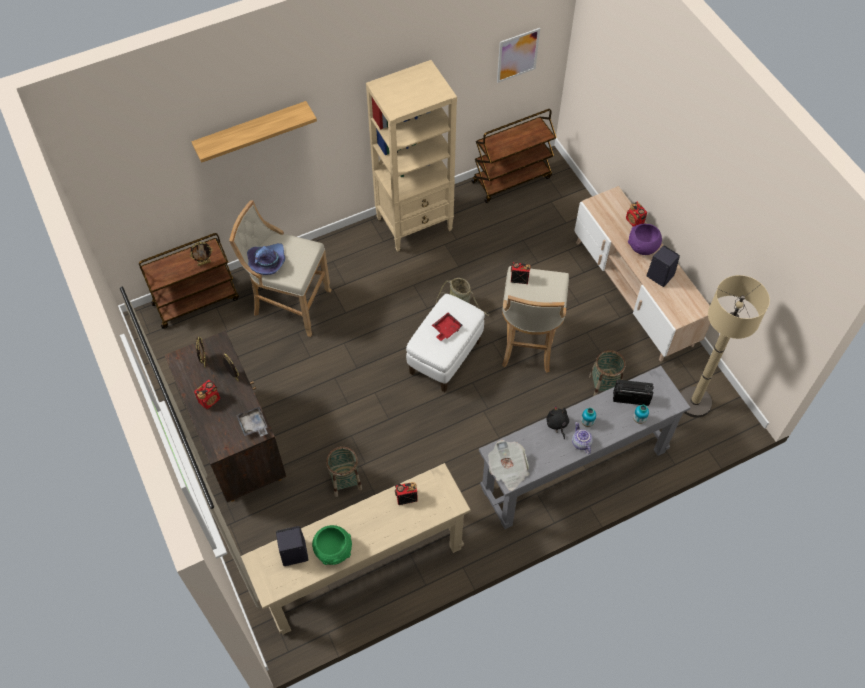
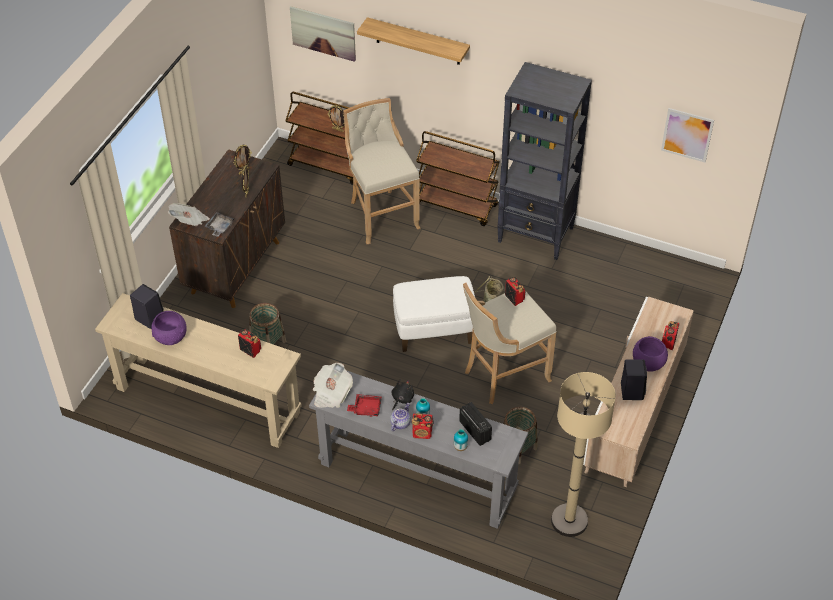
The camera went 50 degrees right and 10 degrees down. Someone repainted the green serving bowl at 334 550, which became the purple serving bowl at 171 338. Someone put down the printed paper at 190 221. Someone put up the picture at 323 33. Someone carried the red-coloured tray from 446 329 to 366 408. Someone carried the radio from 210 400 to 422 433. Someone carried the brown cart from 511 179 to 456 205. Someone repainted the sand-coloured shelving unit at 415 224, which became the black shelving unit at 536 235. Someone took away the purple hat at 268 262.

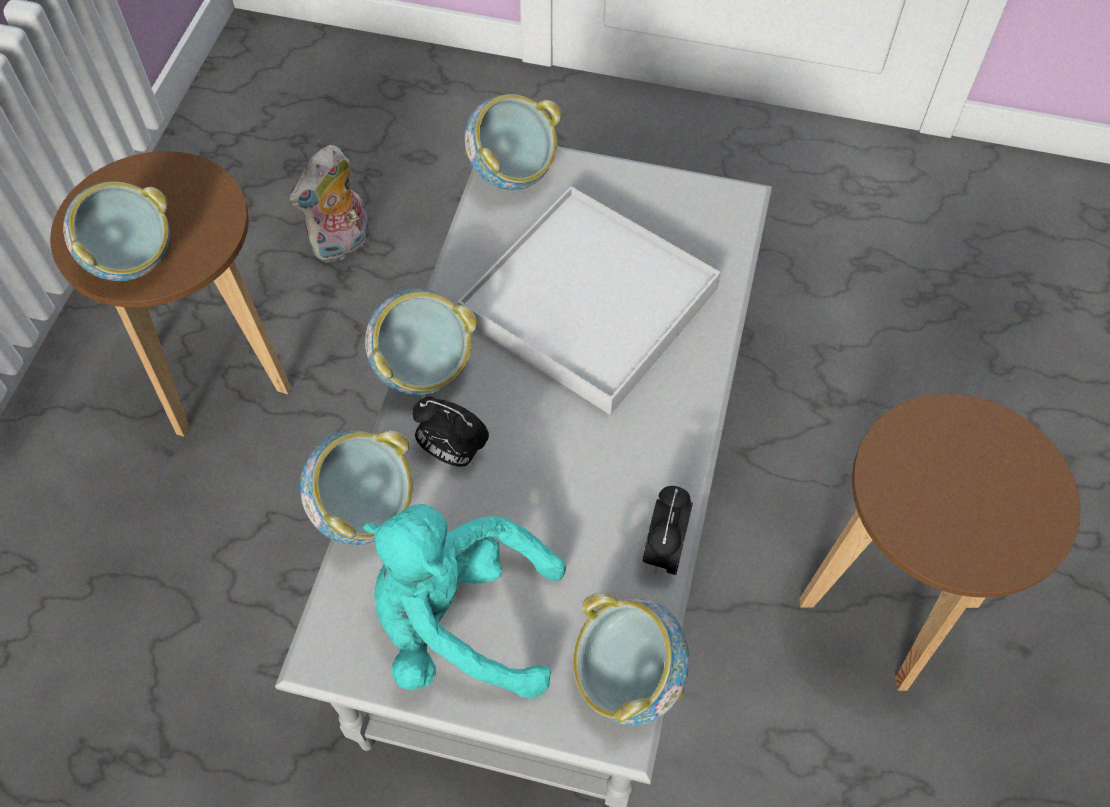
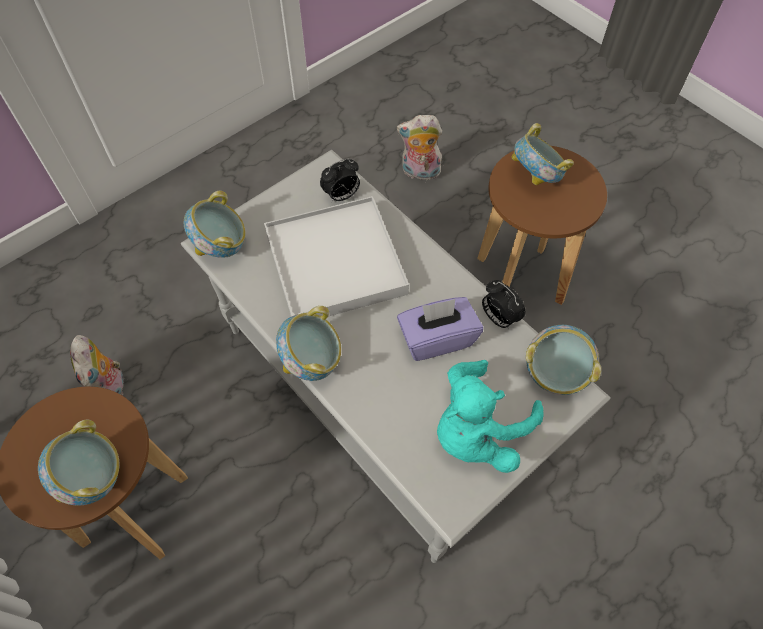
The camera went 55 degrees left and 0 degrees up. Someone carried the table clock from 452 452 to 341 196. Someone put down the cuddly toy at 419 173. Someone put down the purple box of tissues at 436 338. Someone carried the serving bowl from 365 511 to 536 177.

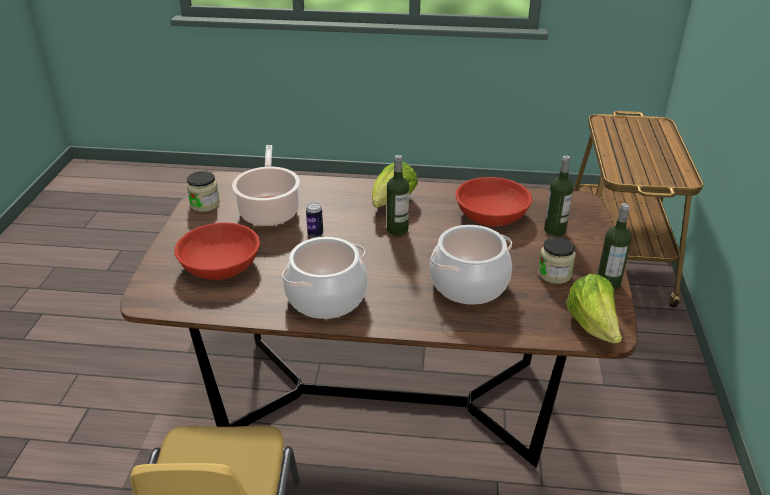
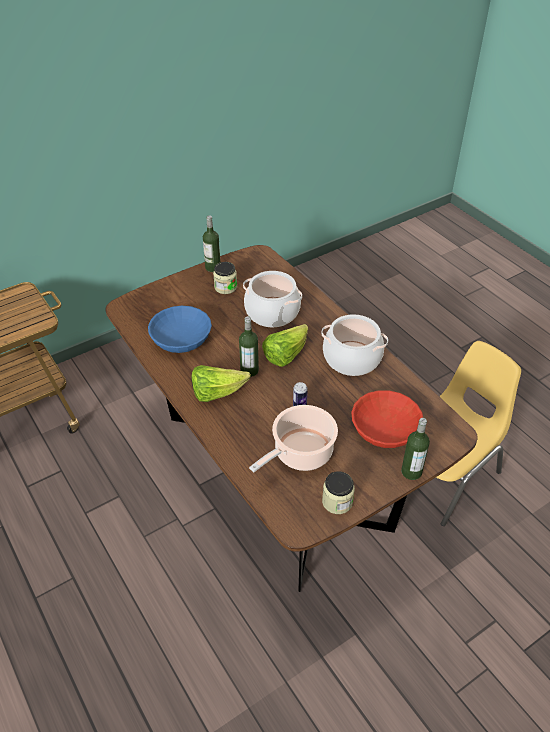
The camera went 130 degrees left and 10 degrees up. Someone repainted the red-coloured serving bowl at 491 213, which became the blue serving bowl at 181 338. Someone carried the lettuce head from 593 326 to 285 355. Someone carried the beverage bottle from 555 230 to 411 472.

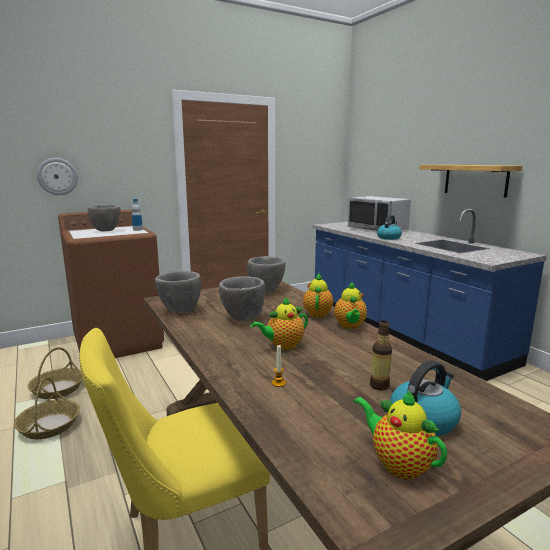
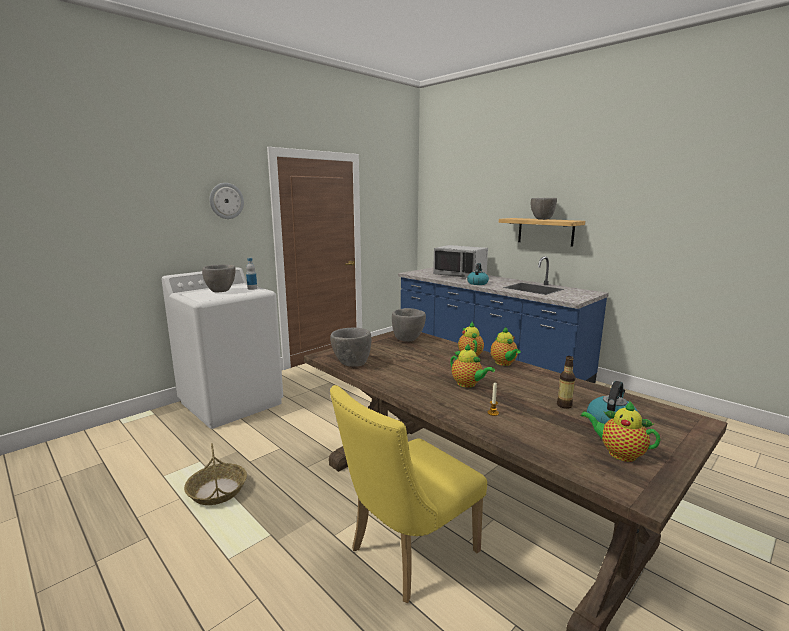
The camera went 15 degrees left and 0 degrees up. Someone repainted the brown laundry machine at 119 341, which became the whitish laundry machine at 232 403. Someone carried the wall clock from 57 176 to 226 201. Someone rotated the tea pot at 282 346 by 90 degrees counterclockwise. Someone carried the grey serving bowl from 242 318 to 542 219. Someone took away the household basket at 58 389.

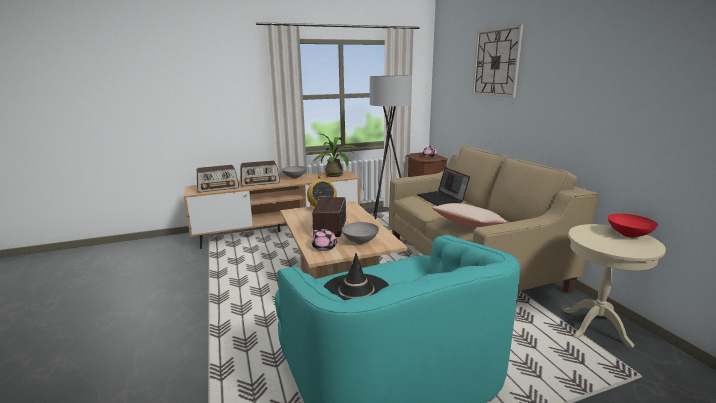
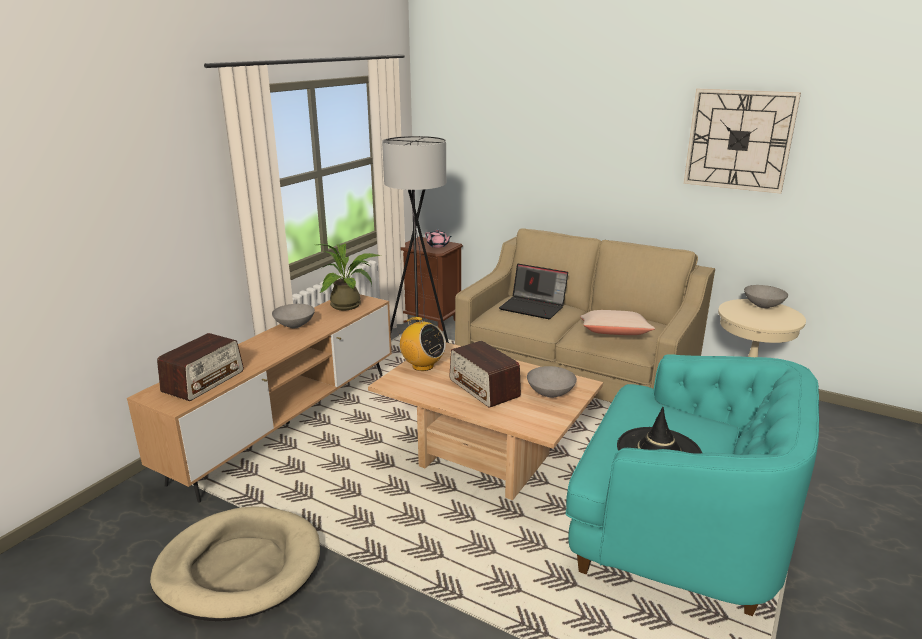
The camera went 40 degrees left and 5 degrees up. Someone put down the sand-coloured pet bed at 239 567. Someone carried the wall clock from 496 62 to 739 140. Someone repainted the red-coloured serving bowl at 628 235, which became the grey serving bowl at 763 306. Someone took away the radio at 260 182. Someone took away the pink-coloured tea pot at 324 247.

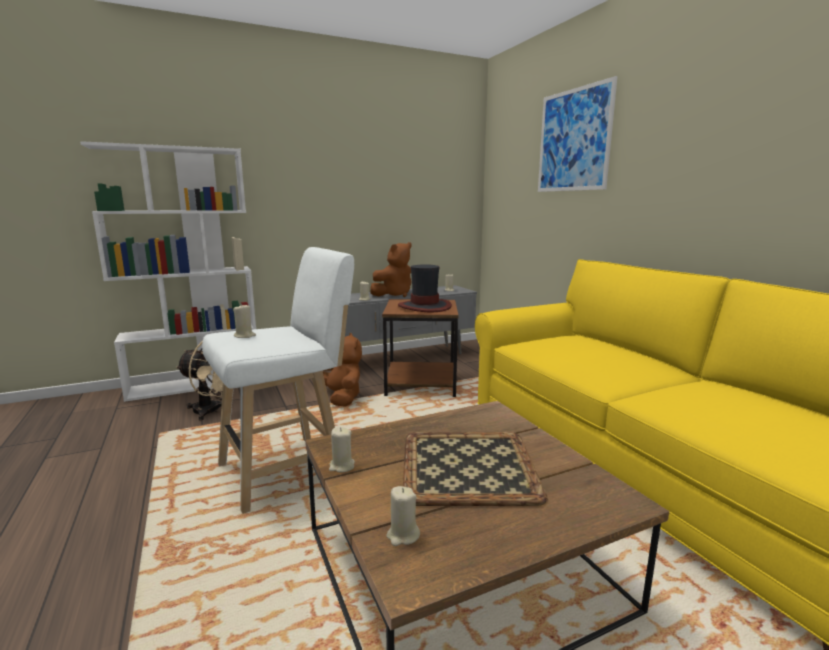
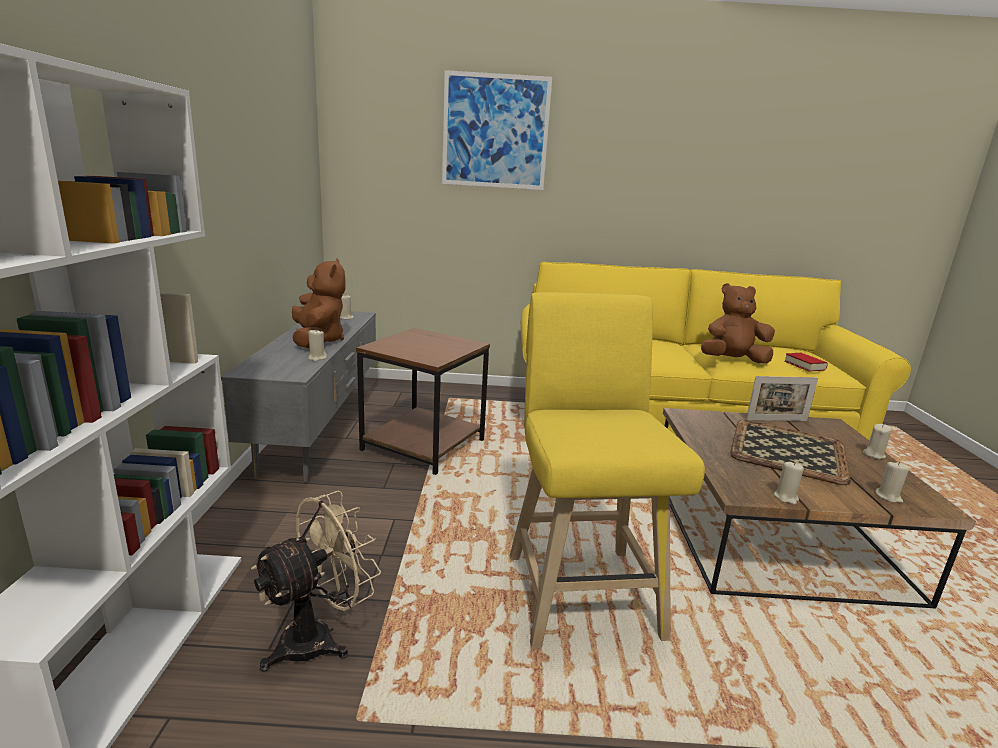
The camera went 65 degrees left and 5 degrees up. Someone repainted the whitish stool seat at 288 469, which became the yellowish stool seat at 580 587. Someone carried the brown cuddly toy from 341 397 to 732 361. Someone put down the picture frame at 776 420. Someone put down the book at 804 365. Someone carried the sand-coloured wax light from 244 336 to 873 454. Someone took away the hat at 425 306.

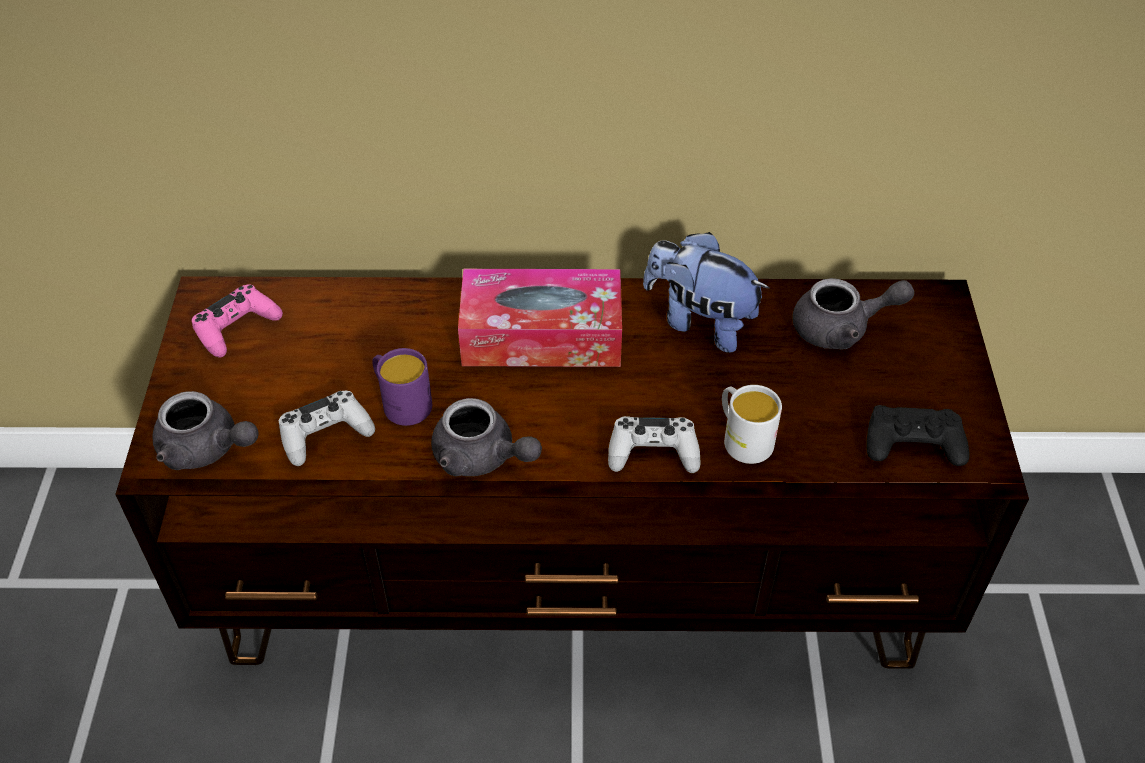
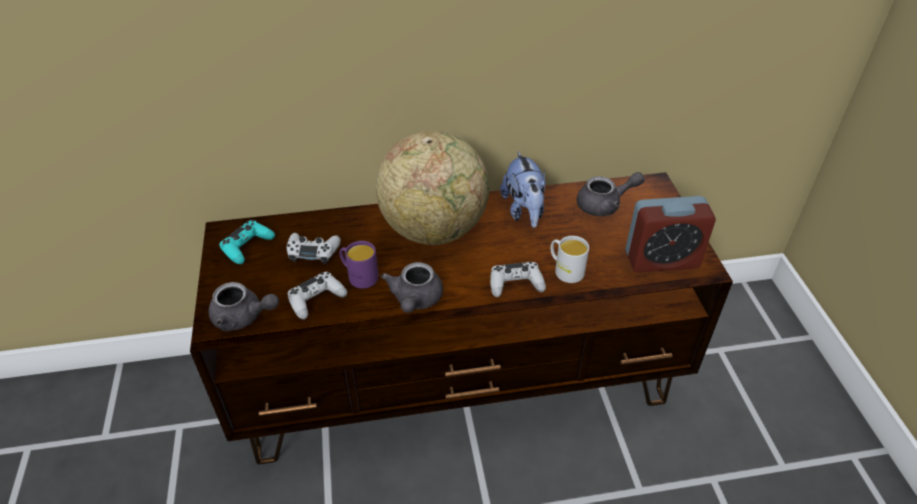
The camera went 10 degrees left and 5 degrees down. Someone repainted the pink-coloured gamepad at 236 327, which became the turquoise-coloured gamepad at 247 246. Someone put down the whitish gamepad at 313 251. Someone swapped the box of tissues at 542 336 for the globe at 434 229. Someone rotated the grey tea pot at 482 457 by 75 degrees clockwise. Someone rotated the cuddly toy at 700 321 by 120 degrees counterclockwise. Someone swapped the black gamepad at 913 442 for the table clock at 661 260.

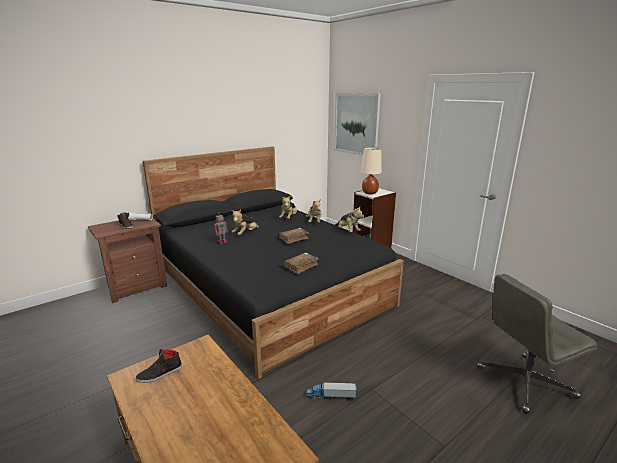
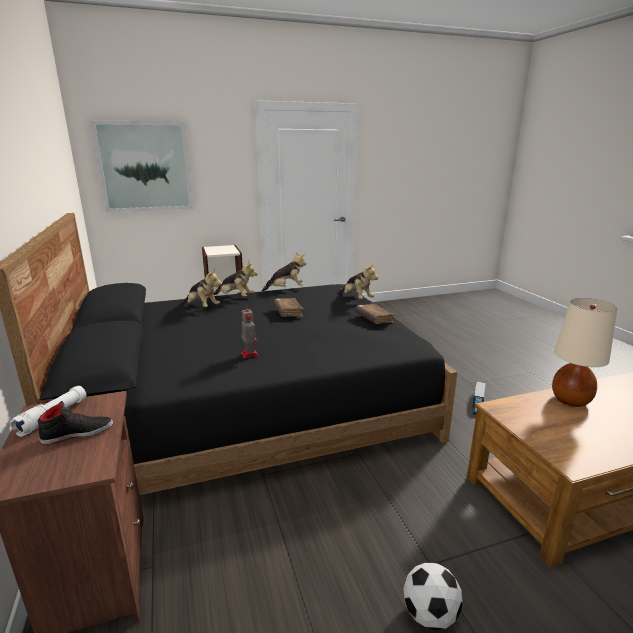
The camera went 70 degrees left and 0 degrees up. Someone carried the cuddly toy from 245 234 to 356 298. Someone put down the football at 429 614. Someone carried the sand-coloured table lamp from 370 193 to 571 400. Someone took away the black shoe at 160 374. Someone took away the grey computer chair at 524 383.

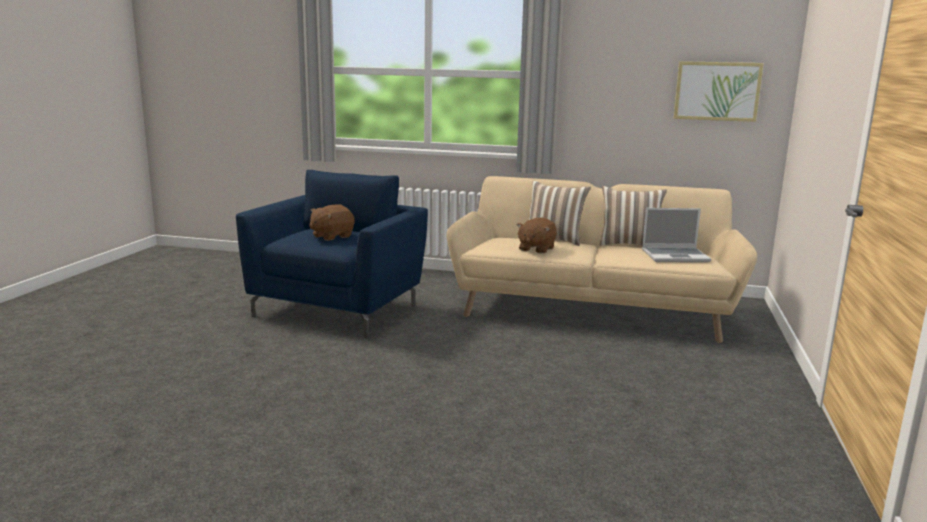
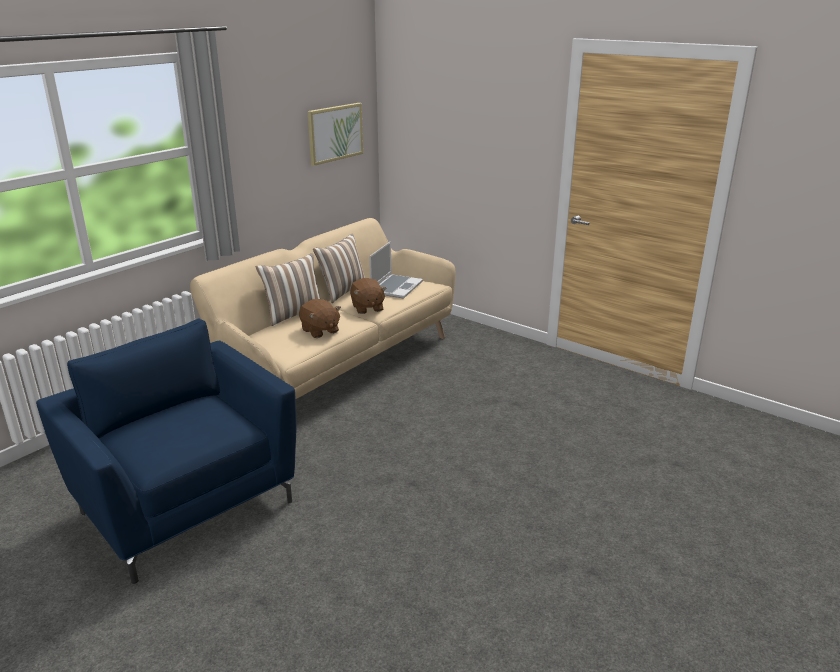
The camera went 65 degrees left and 10 degrees up. Someone carried the brown cuddly toy from 331 236 to 367 308.

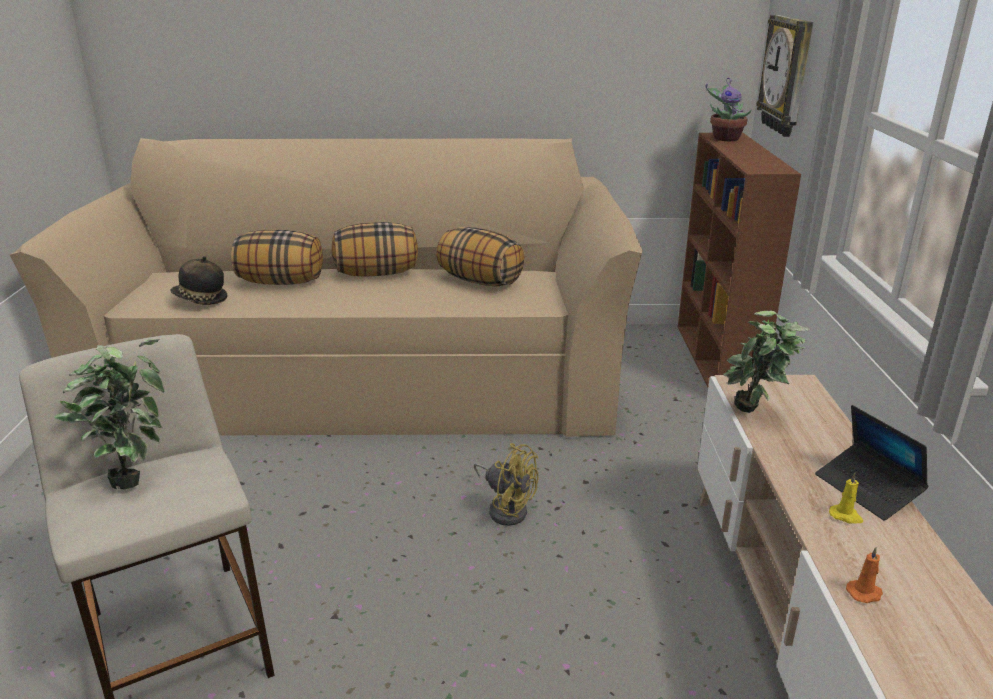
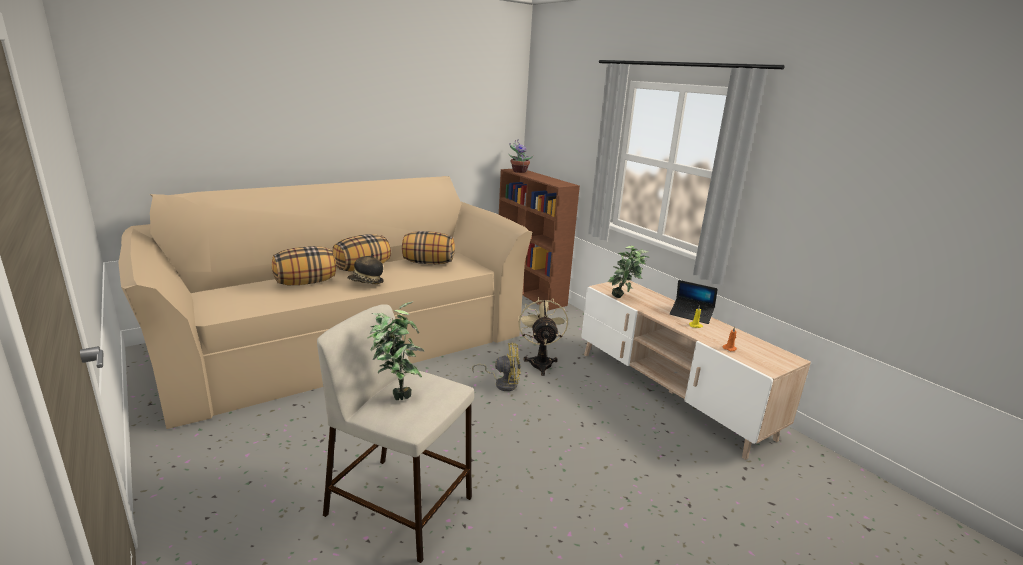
The camera went 35 degrees left and 5 degrees down. Someone carried the hat from 200 300 to 366 283. Someone put down the sand-coloured fan at 540 362. Someone took away the wall clock at 787 75.

